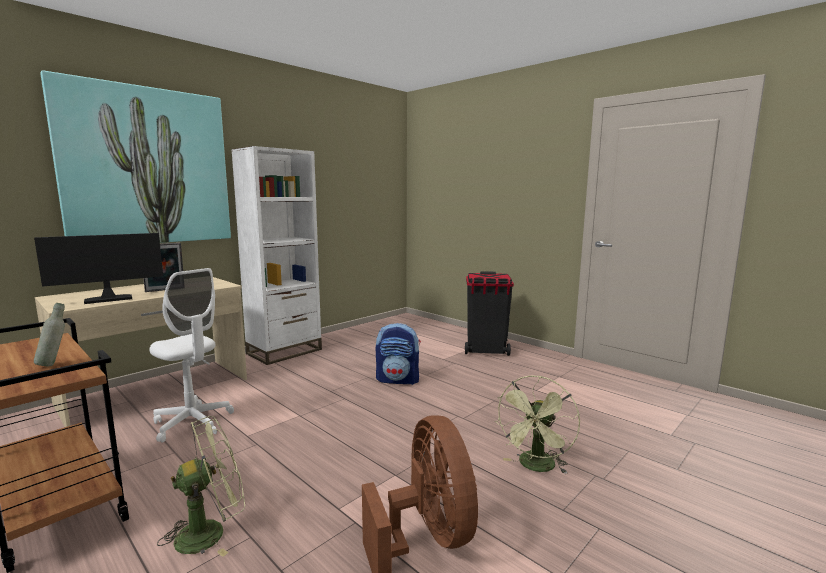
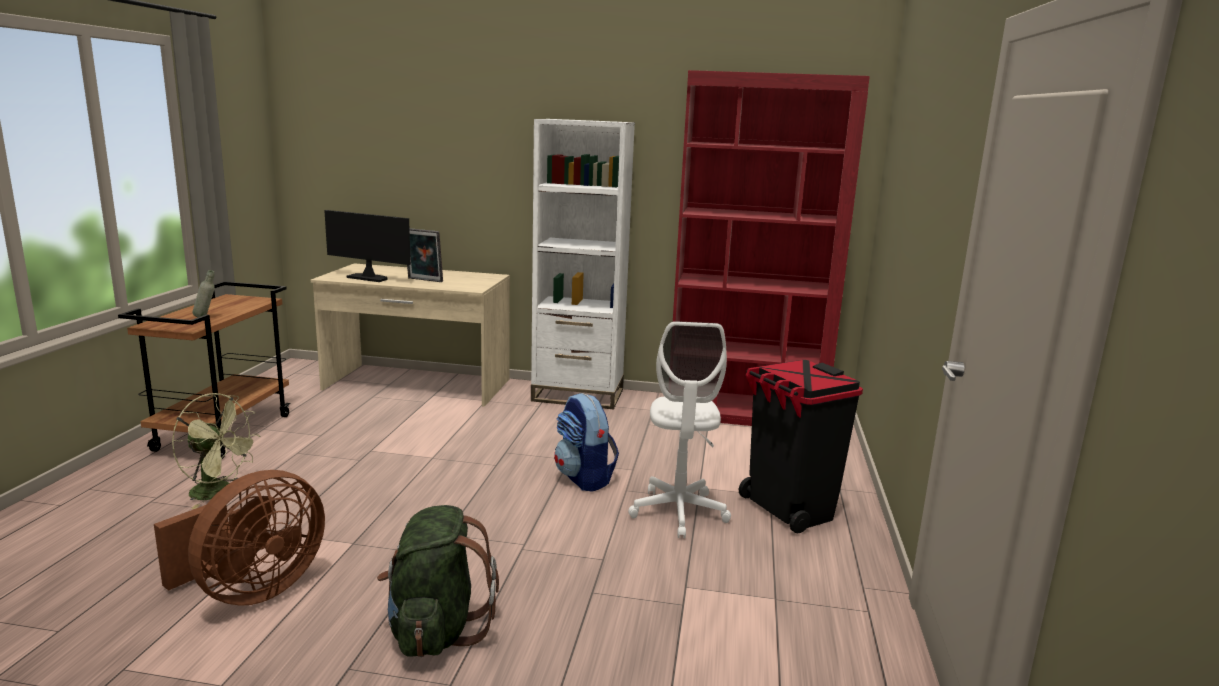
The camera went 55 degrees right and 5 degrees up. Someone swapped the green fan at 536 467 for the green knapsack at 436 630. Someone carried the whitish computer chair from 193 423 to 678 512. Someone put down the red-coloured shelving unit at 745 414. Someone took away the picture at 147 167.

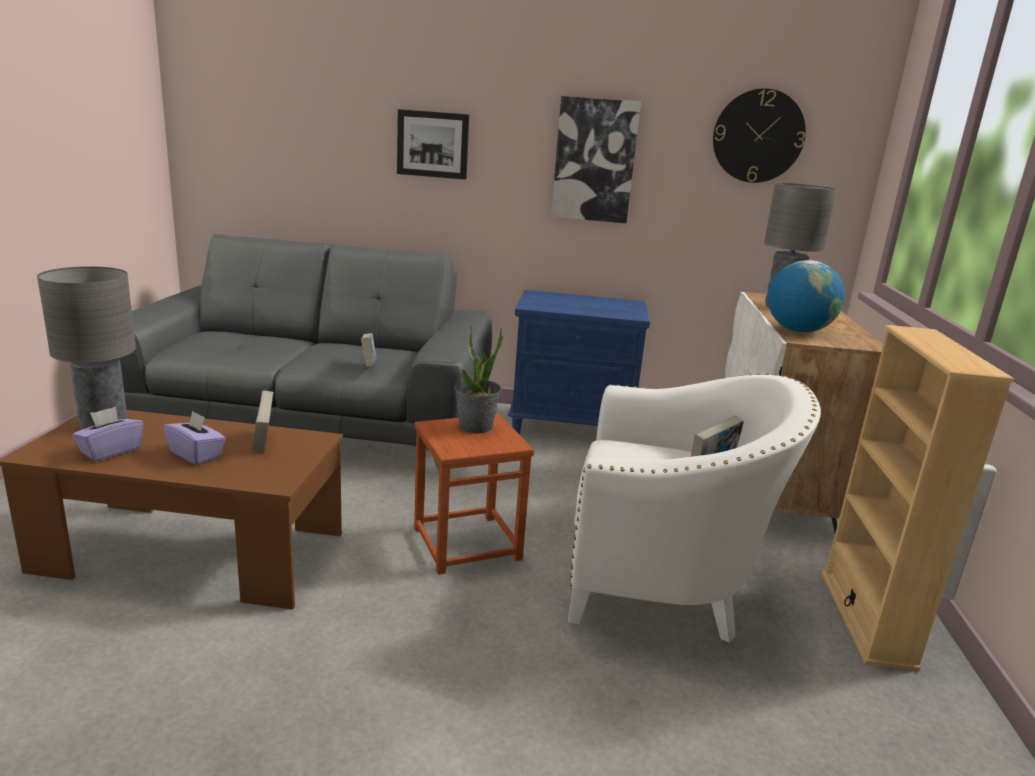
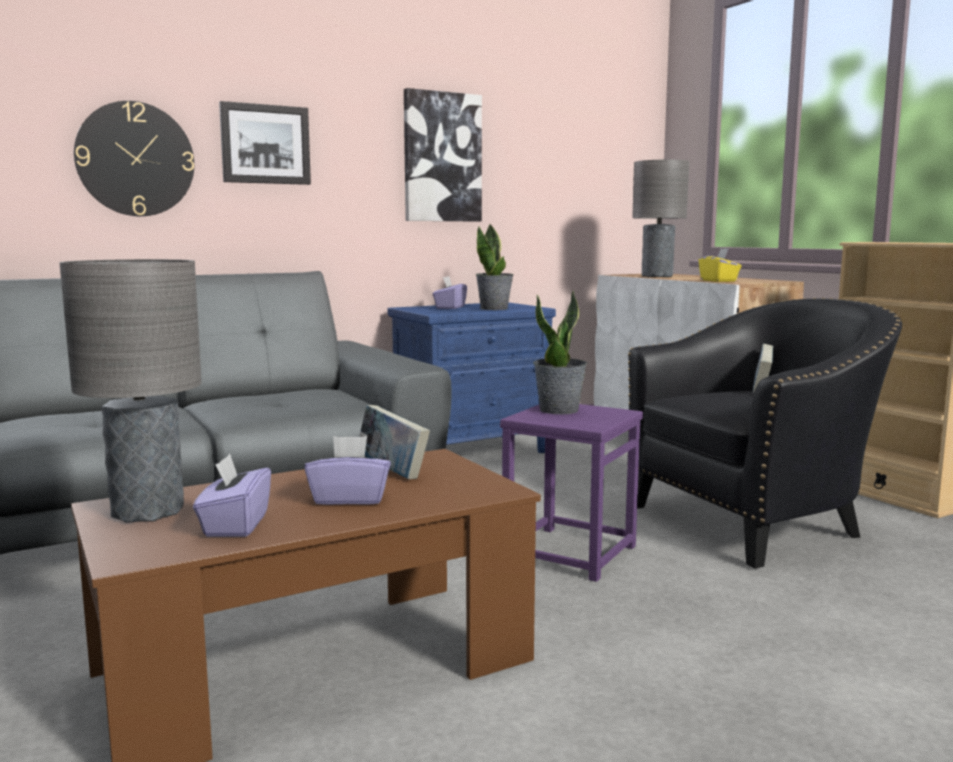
The camera went 35 degrees left and 10 degrees down. Someone carried the wall clock from 758 136 to 135 159. Someone put down the purple box of tissues at 449 307. Someone put down the potted plant at 494 308. Someone repainted the brown stool seat at 466 543, which became the purple stool seat at 569 552. Someone repainted the whitish lounge chair at 664 584, which became the black lounge chair at 755 522. Someone swapped the globe at 798 330 for the yellowish box of tissues at 718 281. Someone took away the book at 369 366.

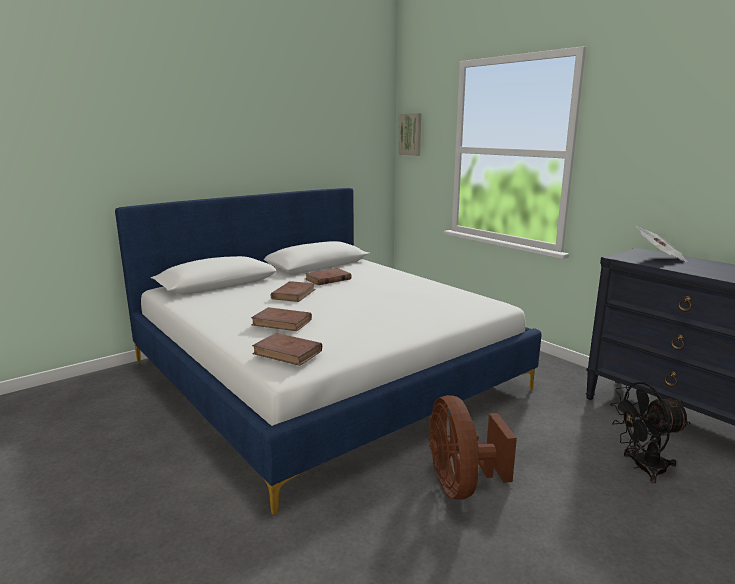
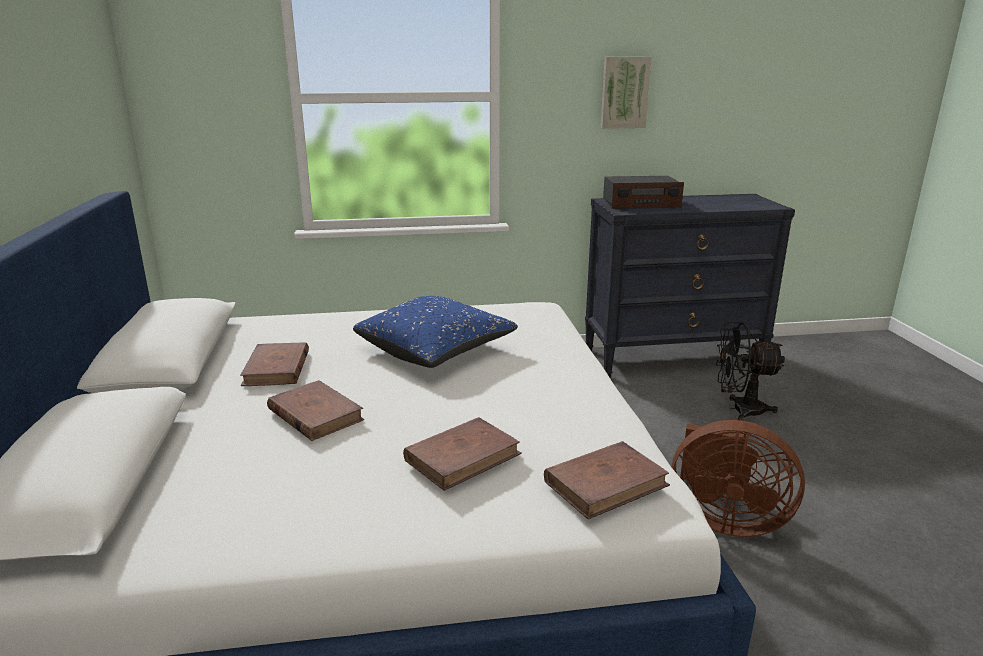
The camera went 60 degrees left and 5 degrees up. Someone put down the blue cushion at 436 350. Someone carried the picture from 411 134 to 624 92. Someone swapped the printed paper at 660 258 for the radio at 640 203. Someone rotated the black fan at 642 468 by 75 degrees clockwise.

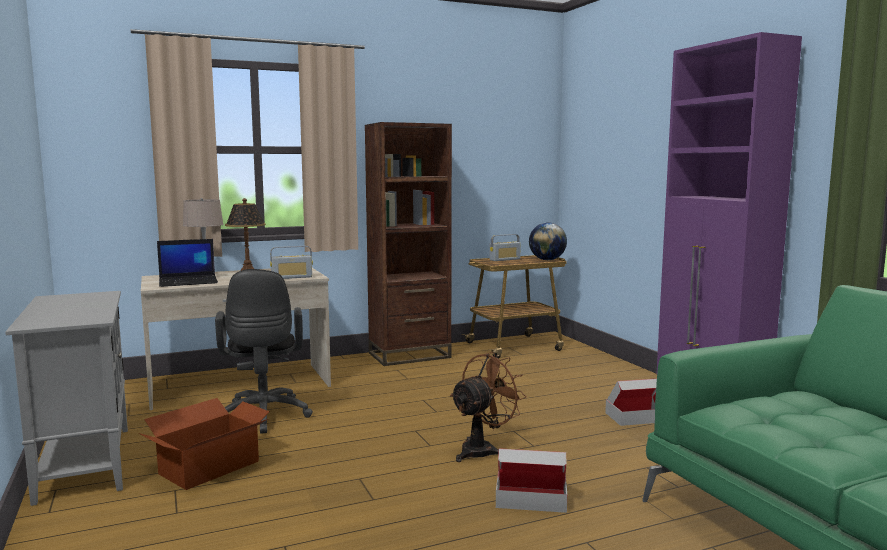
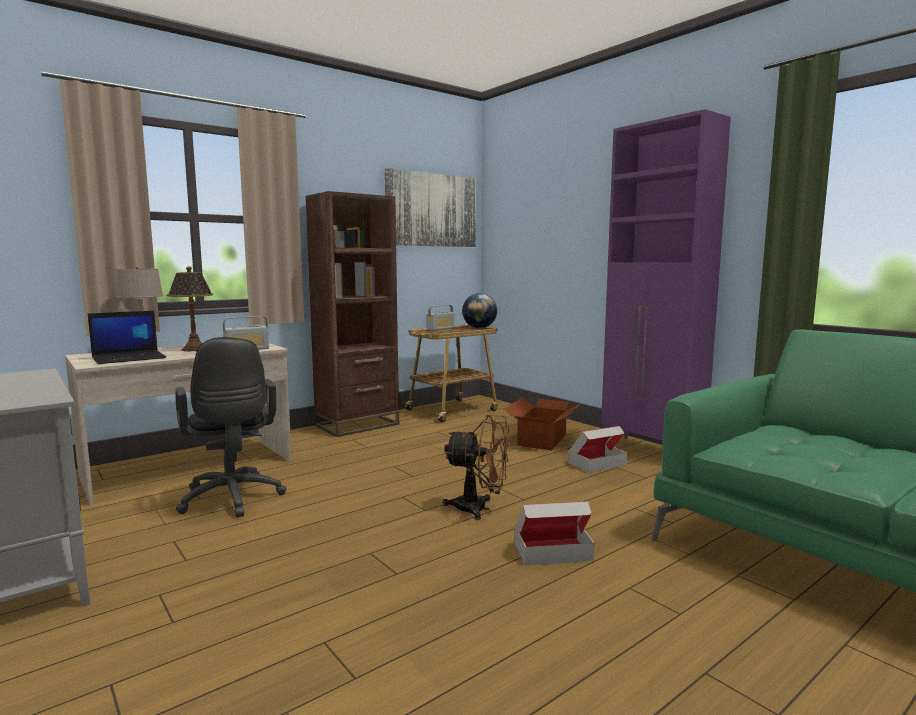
The camera went 15 degrees left and 0 degrees up. Someone put up the picture at 431 210. Someone rotated the brown fan at 483 450 by 75 degrees clockwise. Someone carried the packing box from 210 467 to 543 440.

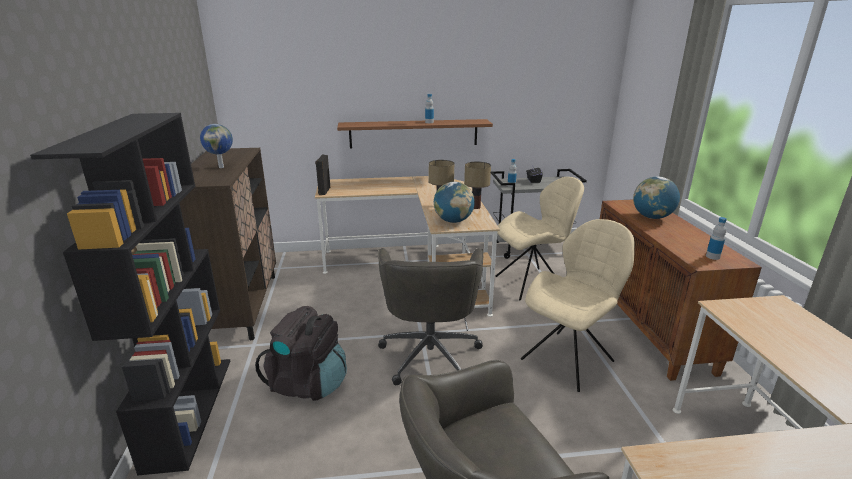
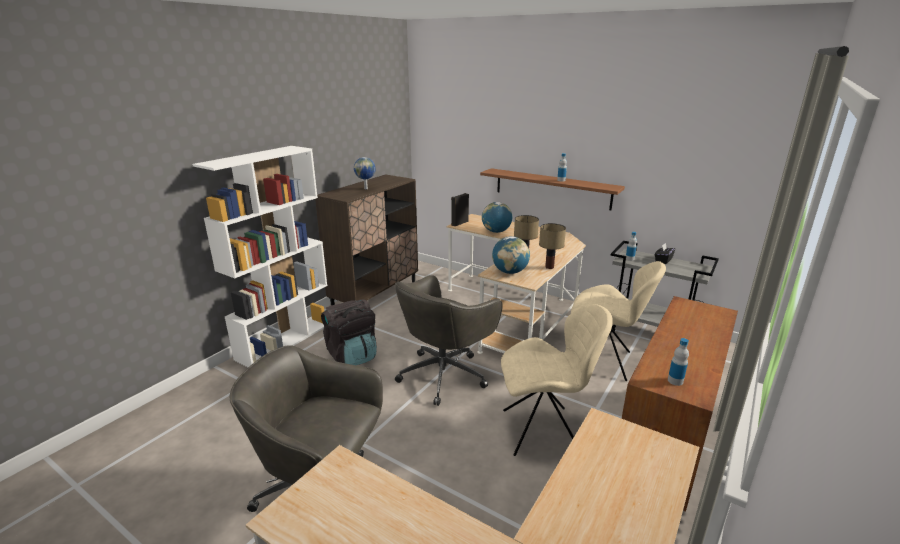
The camera went 40 degrees right and 0 degrees up. Someone repainted the black shelving unit at 189 409, which became the whitish shelving unit at 285 340. Someone carried the globe from 652 217 to 496 231.

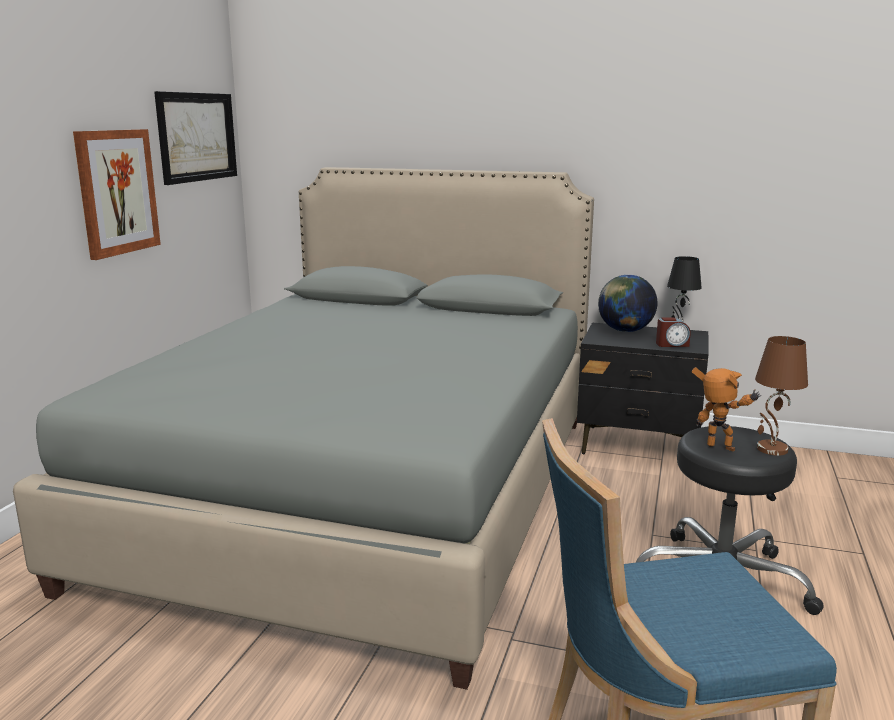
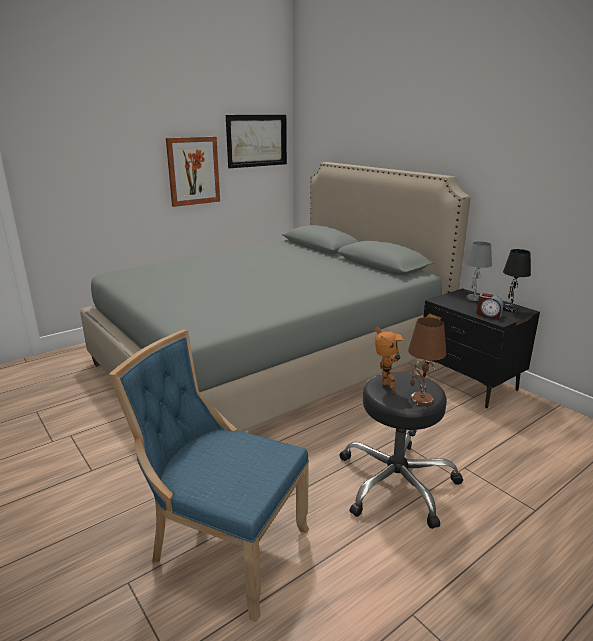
The camera went 35 degrees right and 5 degrees up. Someone swapped the globe at 625 331 for the grey table lamp at 473 298.

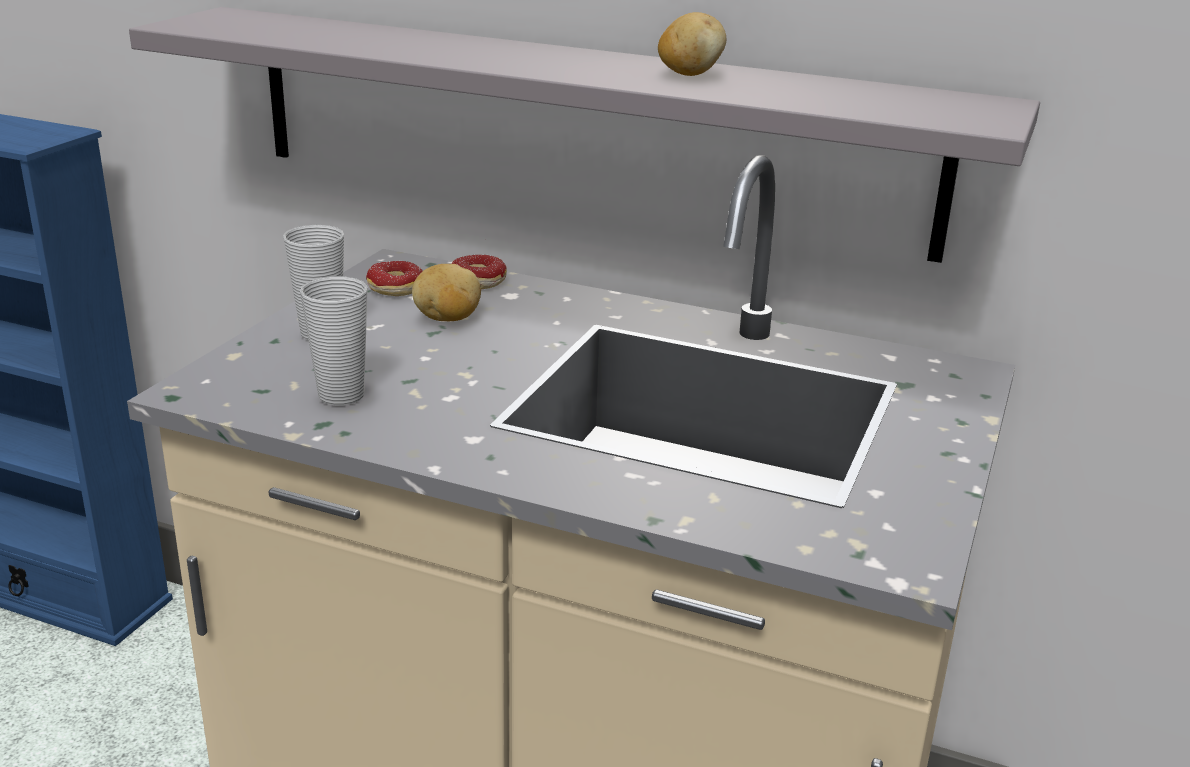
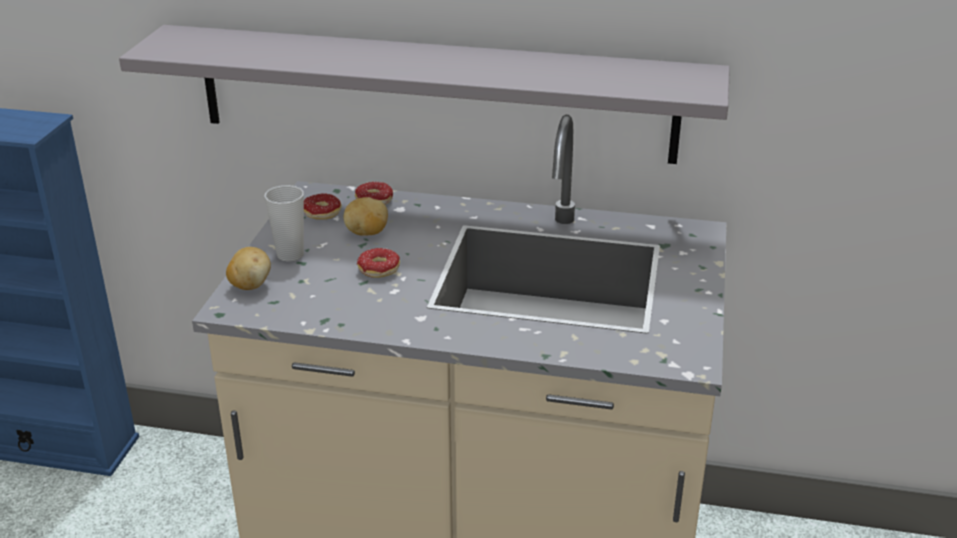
The camera went 10 degrees left and 5 degrees up. Someone carried the spud from 689 75 to 250 285. Someone put down the donut at 379 274. Someone took away the small cup at 341 396.

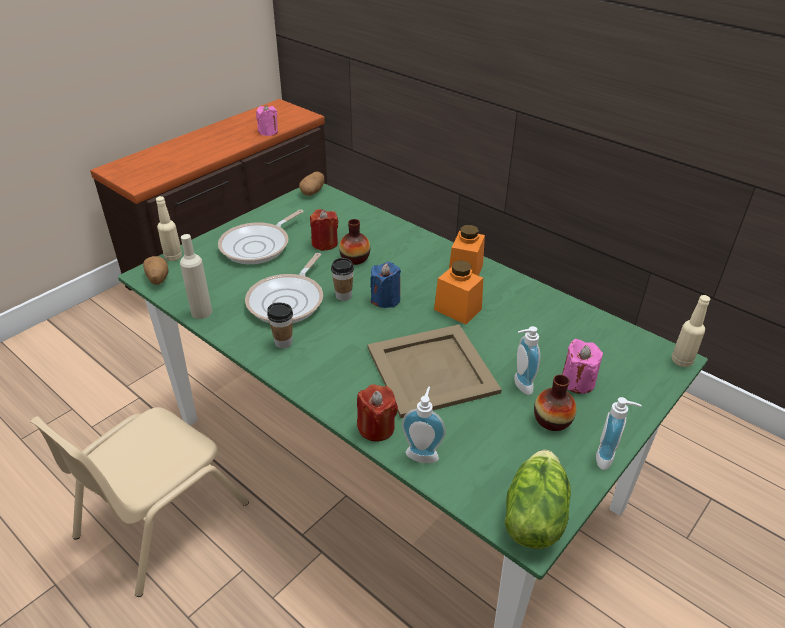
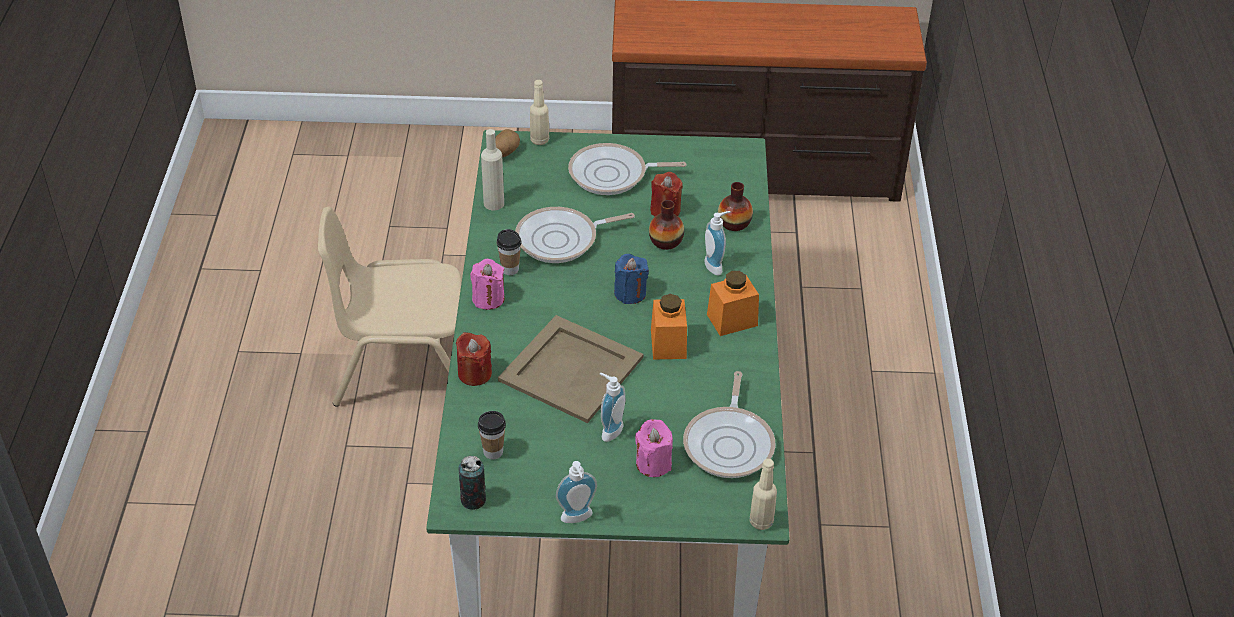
The camera went 50 degrees right and 5 degrees up. Someone swapped the lettuce head at 532 517 for the can at 473 500. Someone carried the pink-coloured wax light from 268 132 to 488 299. Someone carried the small cup from 343 296 to 493 452. Someone put down the pan at 730 443. Someone carried the liquid soap bottle from 423 453 to 716 266. Someone carried the flower vase from 552 420 to 734 223. Someone took away the spud at 313 192.

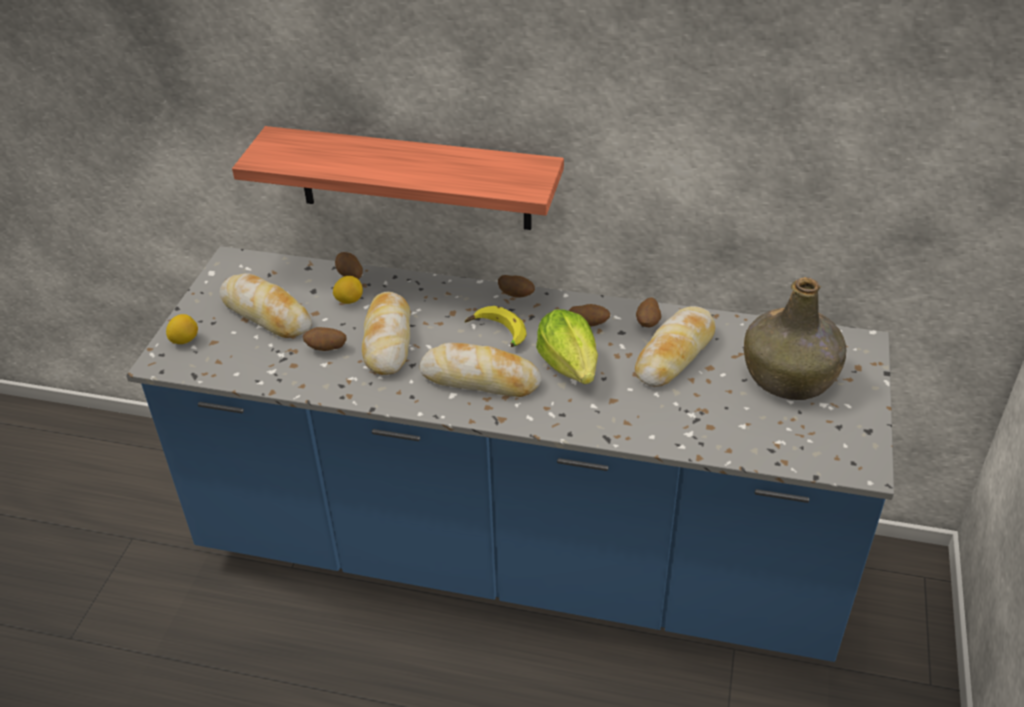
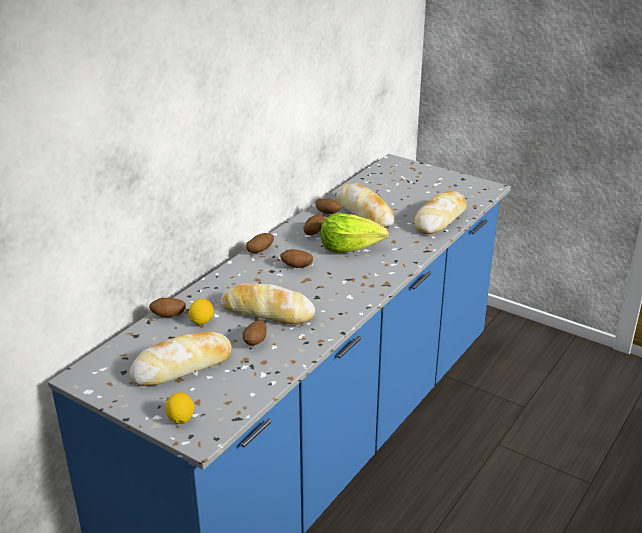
The camera went 70 degrees left and 10 degrees down. Someone swapped the banana at 496 334 for the spud at 296 267. Someone carried the bakery bread from 480 379 to 440 219. Someone took away the bracket shelf at 414 178. Someone took away the green beverage bottle at 790 376.

